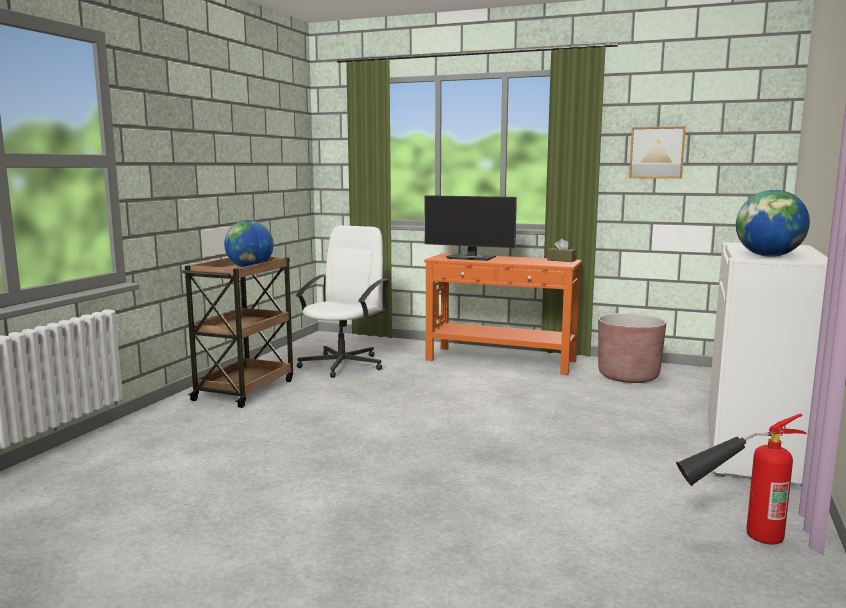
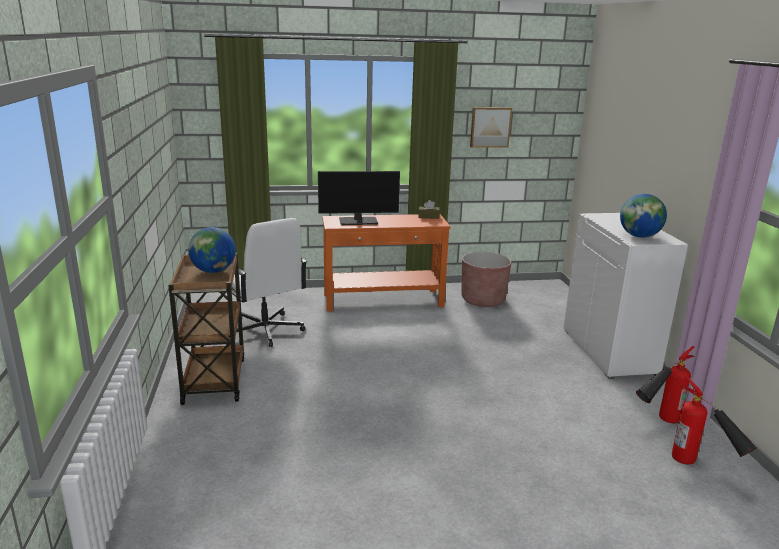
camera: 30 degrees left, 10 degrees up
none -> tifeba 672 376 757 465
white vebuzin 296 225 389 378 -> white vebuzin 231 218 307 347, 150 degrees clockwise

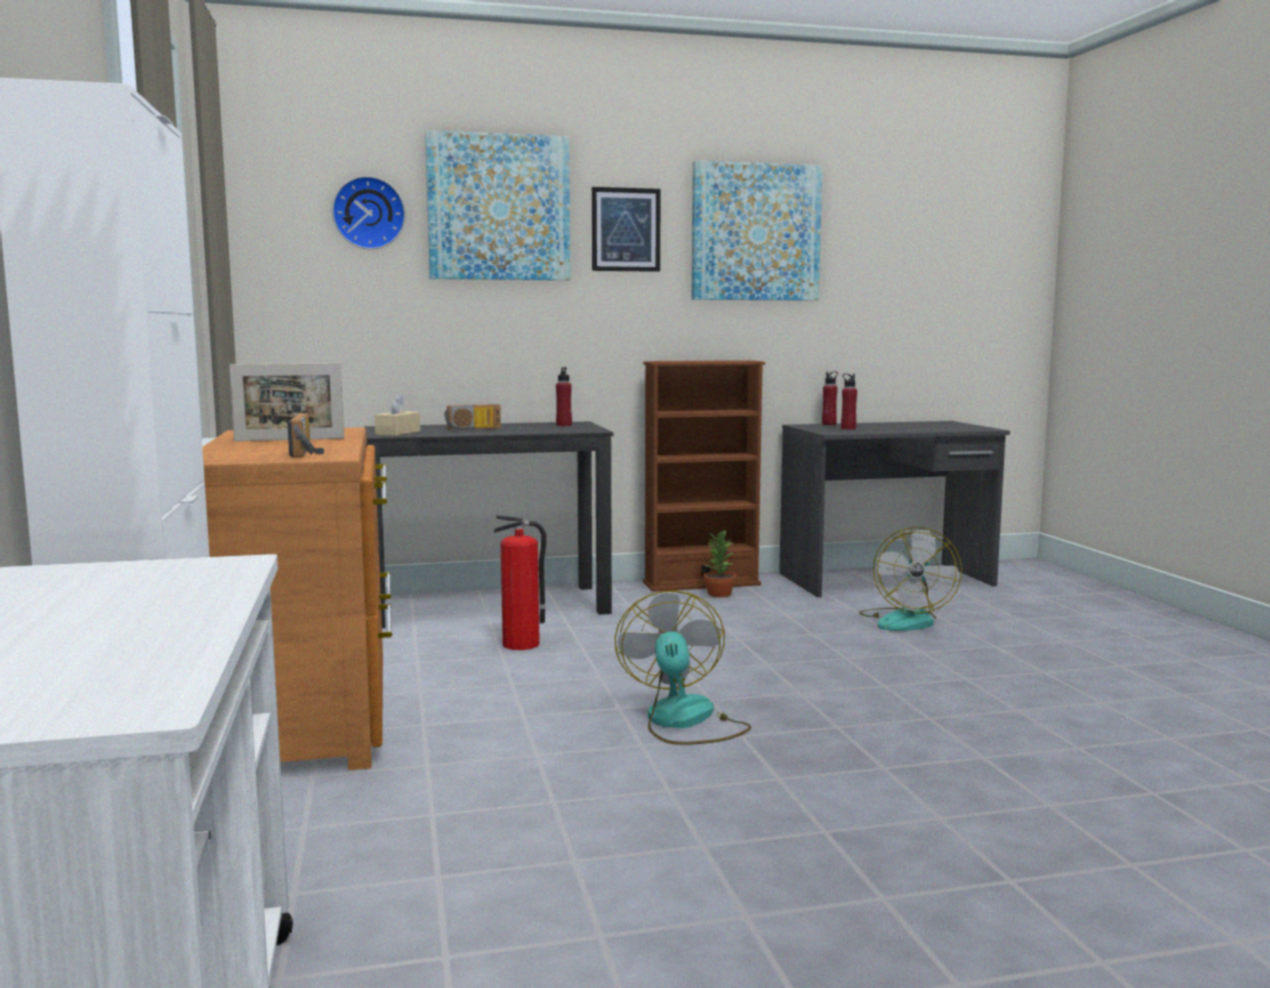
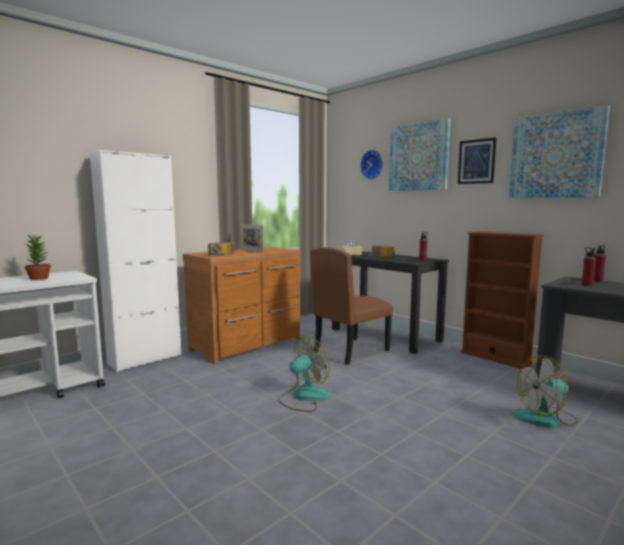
camera: 60 degrees right, 0 degrees up
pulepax 704 531 736 597 -> pulepax 24 235 51 280, shifted
tifeba 494 515 546 650 -> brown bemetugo 310 247 393 365

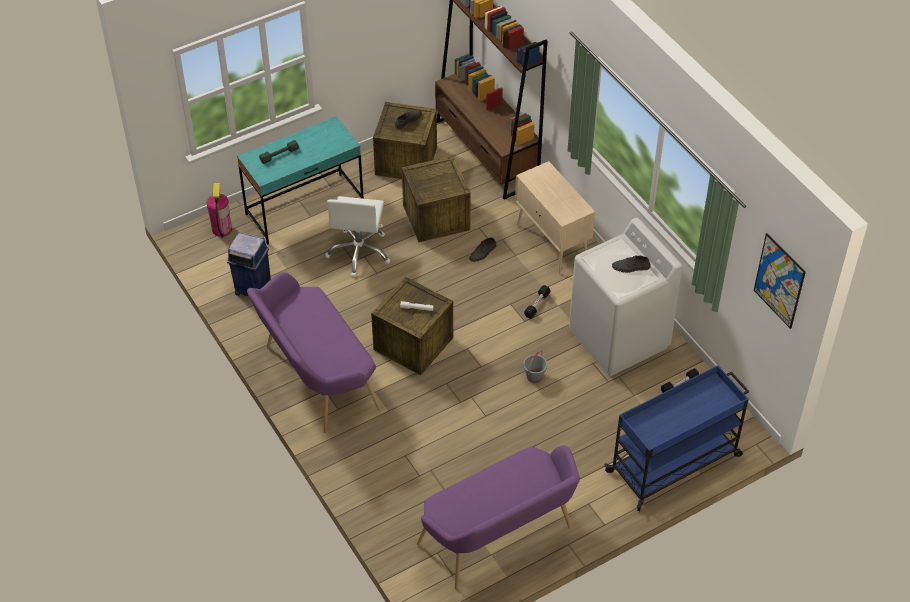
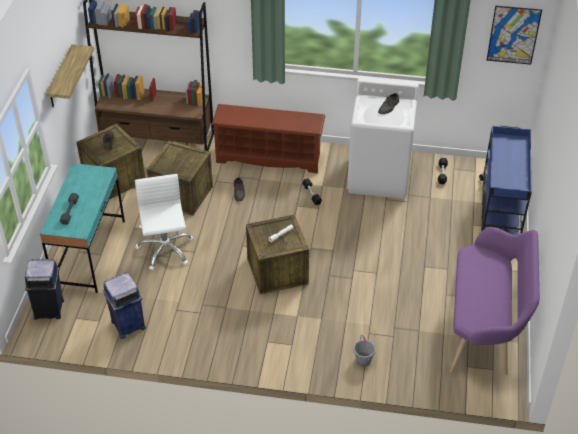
camera: 50 degrees left, 5 degrees down
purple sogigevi 247 272 381 433 -> none
none -> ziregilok 46 44 94 107
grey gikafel 523 350 547 383 -> grey gikafel 353 335 376 366, shifted
tifeba 207 183 232 238 -> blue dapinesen 25 259 64 320
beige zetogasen 515 161 595 274 -> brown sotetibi 211 104 325 174
white vebuzin 325 196 391 277 -> white vebuzin 135 174 194 270, 150 degrees counterclockwise

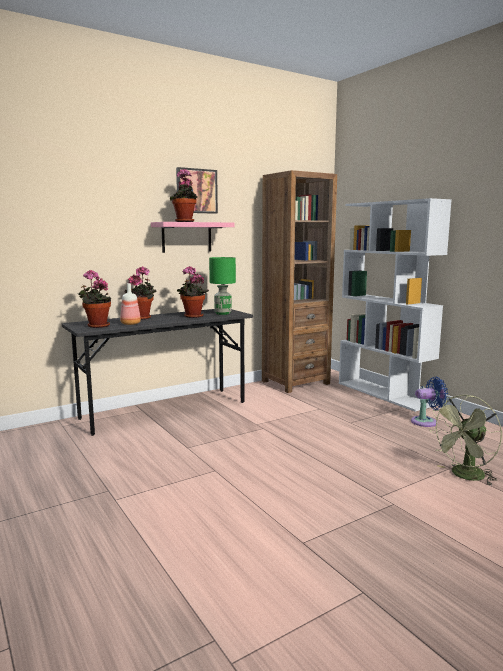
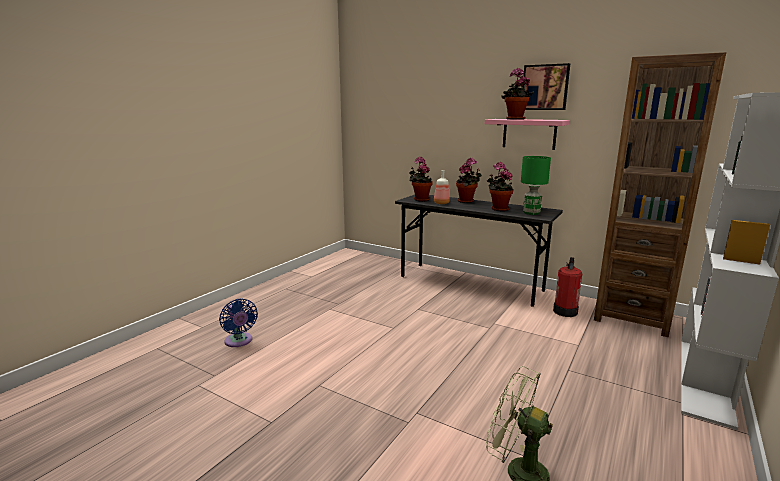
camera: 65 degrees right, 5 degrees up
none -> tifeba 553 257 582 317
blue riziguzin 411 377 448 427 -> blue riziguzin 219 299 258 347, shifted

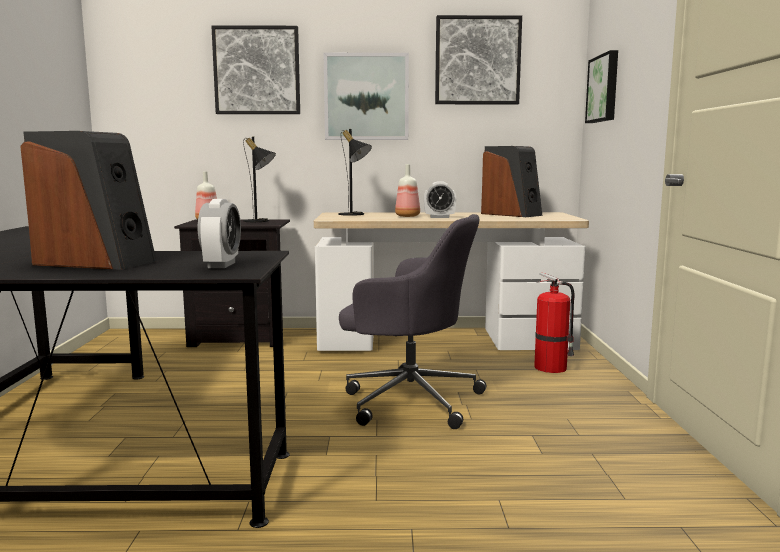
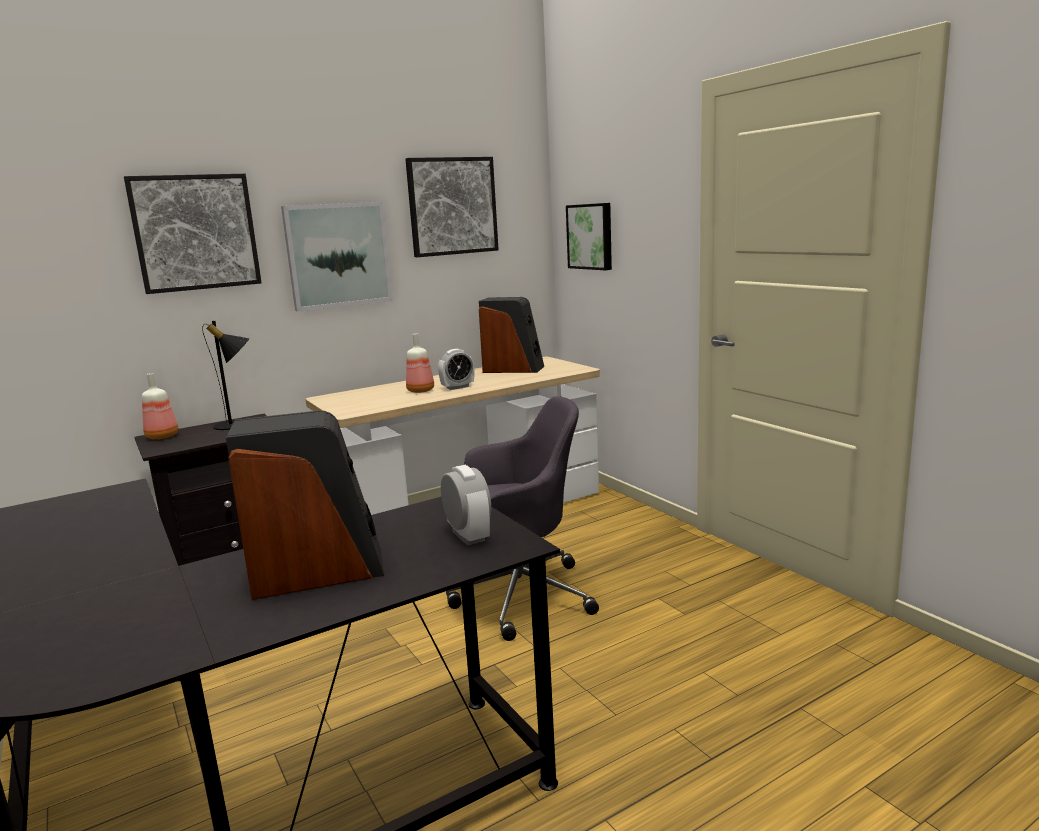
camera: 30 degrees left, 5 degrees up
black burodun 338 129 372 216 -> none
tifeba 534 273 575 373 -> none

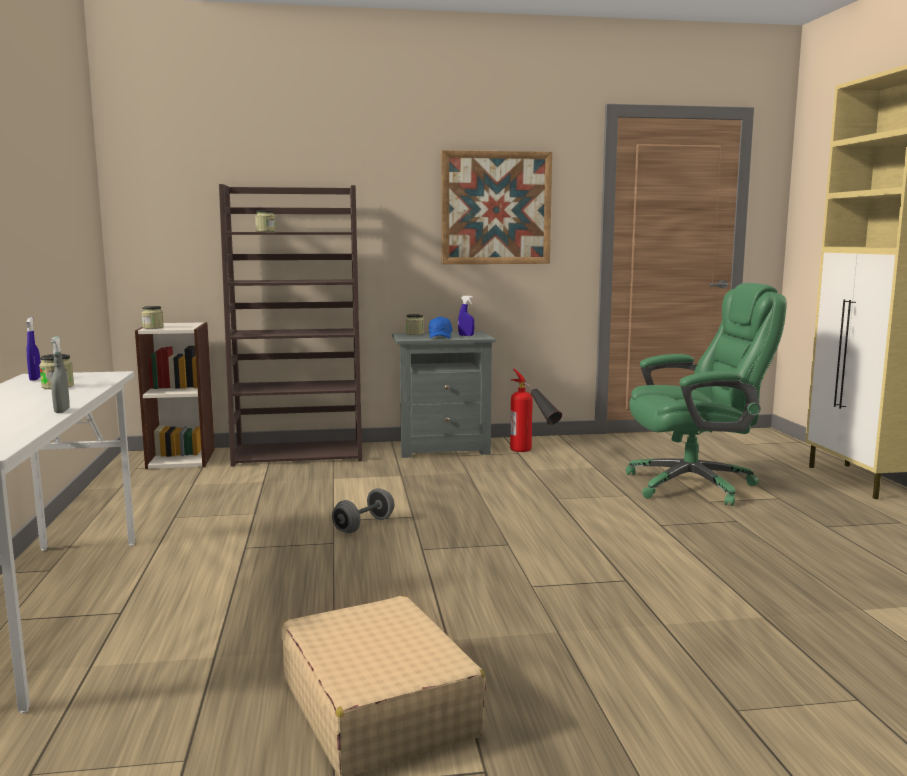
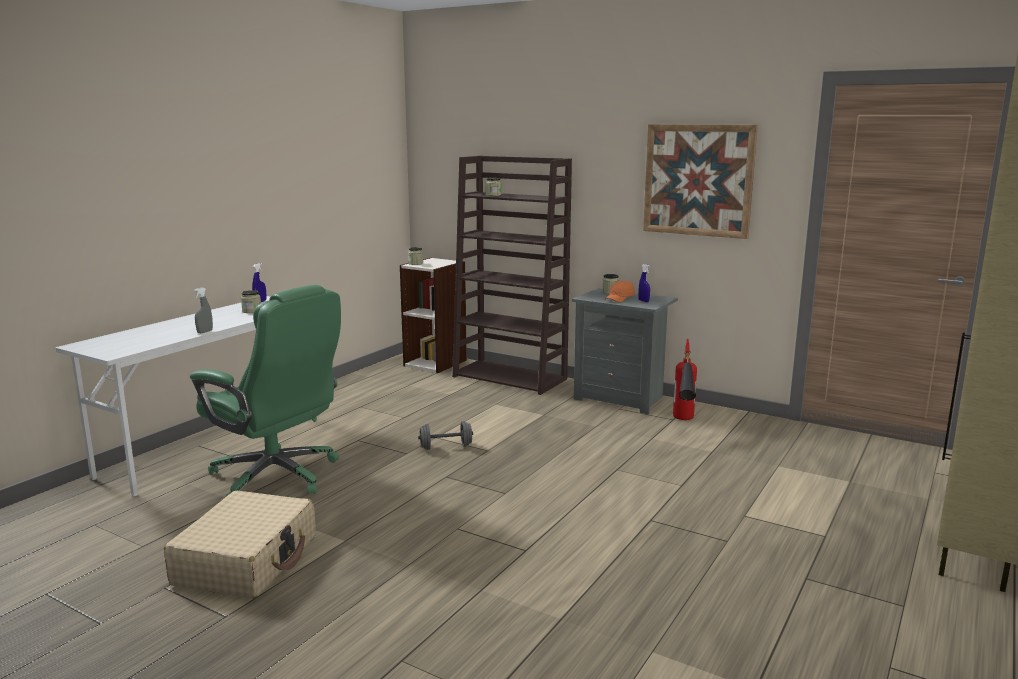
camera: 40 degrees right, 5 degrees up
green vebuzin 626 283 787 506 -> green vebuzin 190 285 341 497, shifted
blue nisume 429 317 453 338 -> orange nisume 604 280 635 302

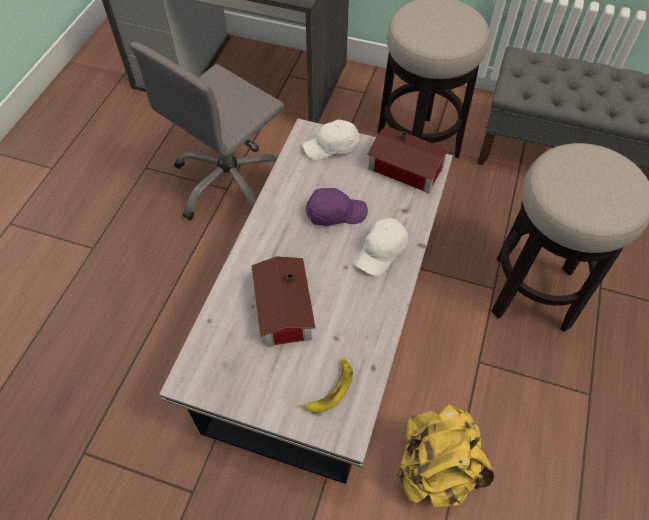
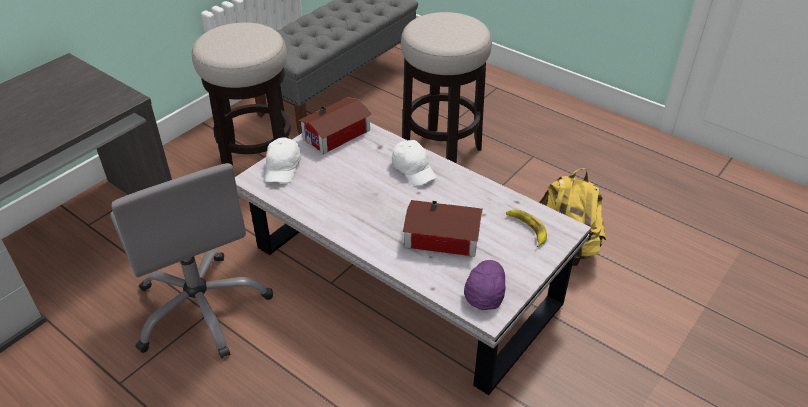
camera: 70 degrees left, 15 degrees down
purple nisume 306 188 368 226 -> purple nisume 464 260 506 310, shifted

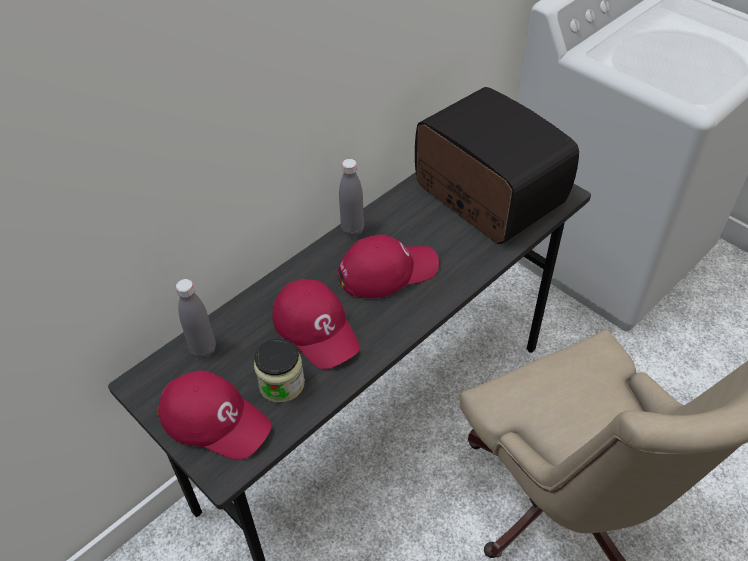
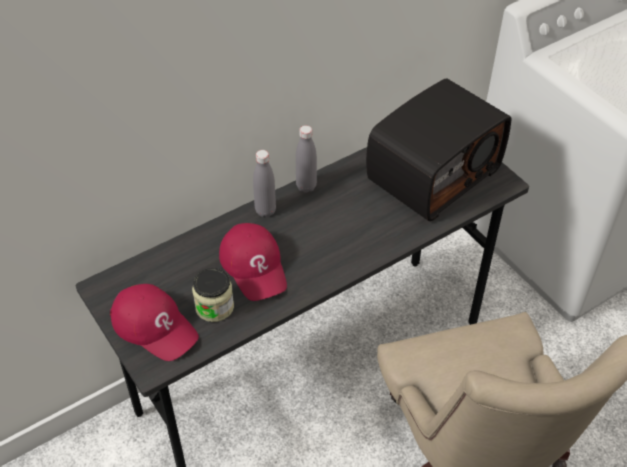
camera: 10 degrees right, 0 degrees up
red nisume 338 234 439 298 -> none
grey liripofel 176 279 216 358 -> grey liripofel 253 150 276 217, shifted
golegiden 415 87 579 244 -> golegiden 366 78 511 221, 75 degrees clockwise

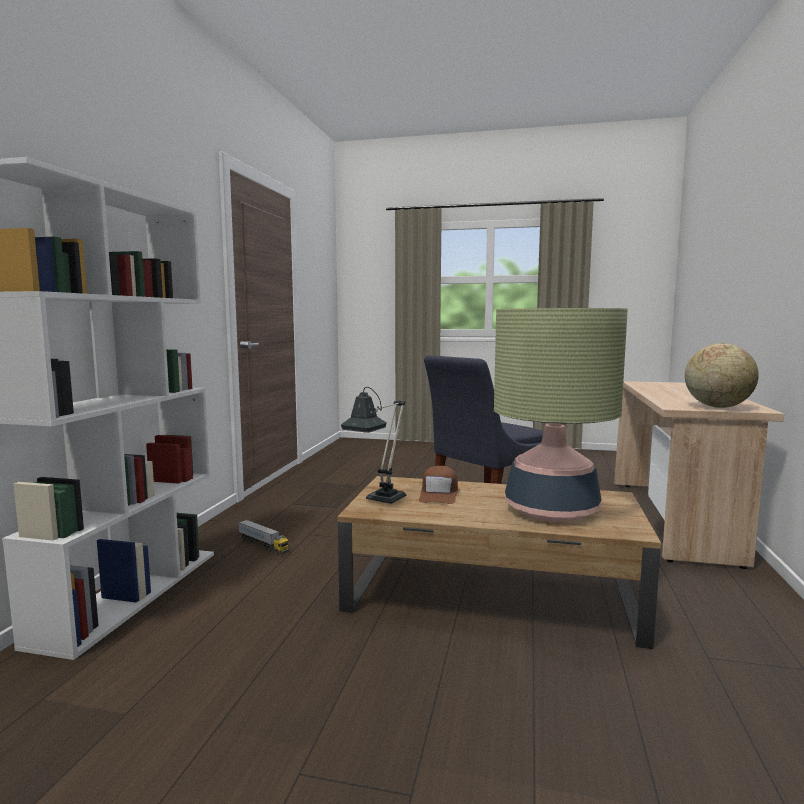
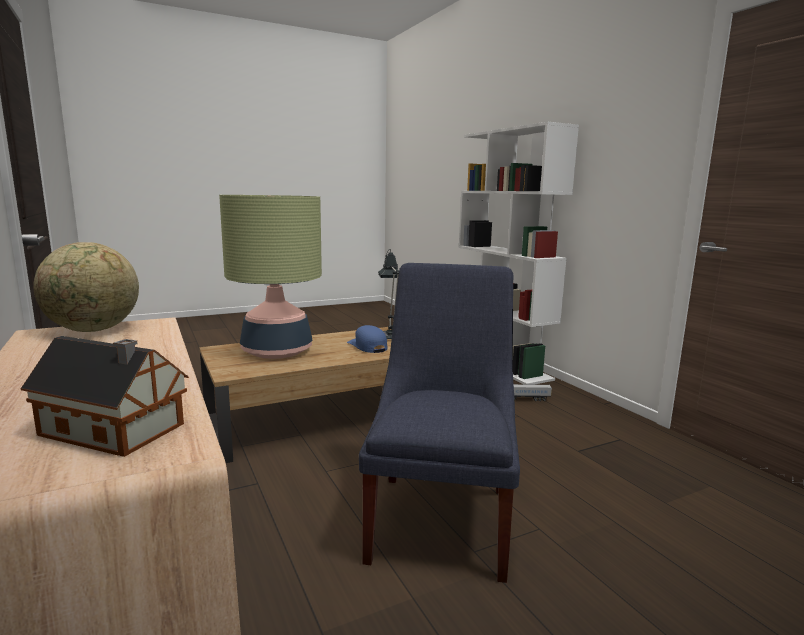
camera: 140 degrees right, 5 degrees up
none -> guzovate 21 336 189 457
brown nisume 419 466 458 504 -> blue nisume 347 325 387 353

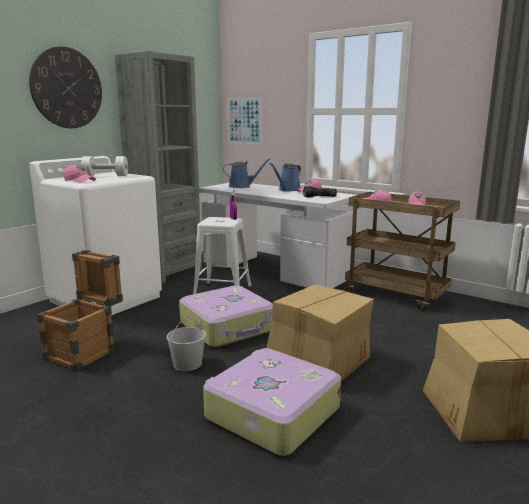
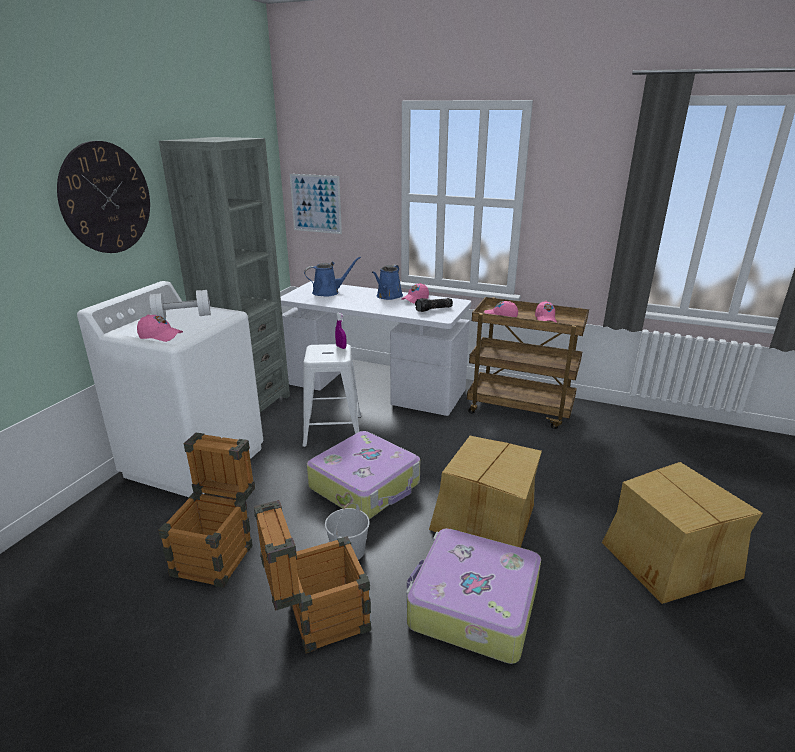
camera: 15 degrees left, 10 degrees up
none -> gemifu 254 500 371 653

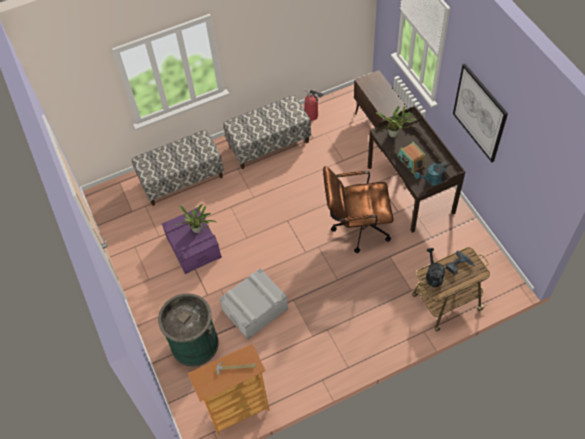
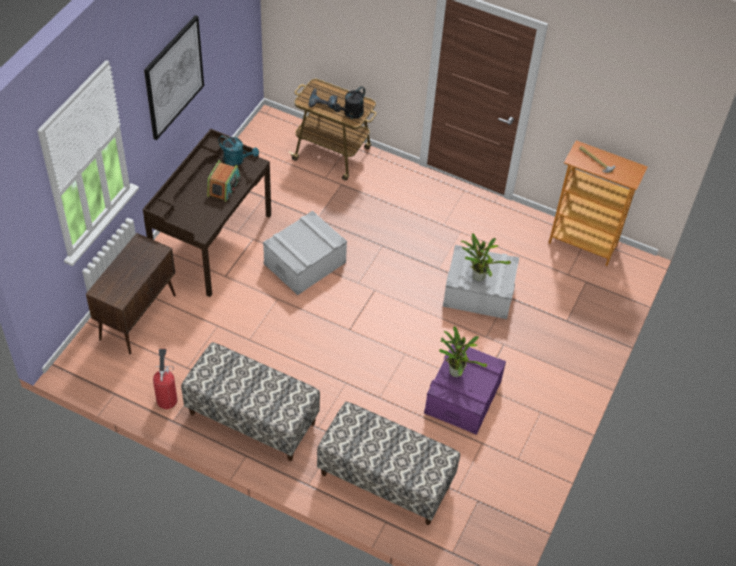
camera: 135 degrees left, 5 degrees down
green dapinesen 158 293 219 367 -> none
pulepax 376 106 418 138 -> pulepax 461 233 511 281, shifted
brown vebuzin 323 166 393 253 -> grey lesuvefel 263 210 347 295

